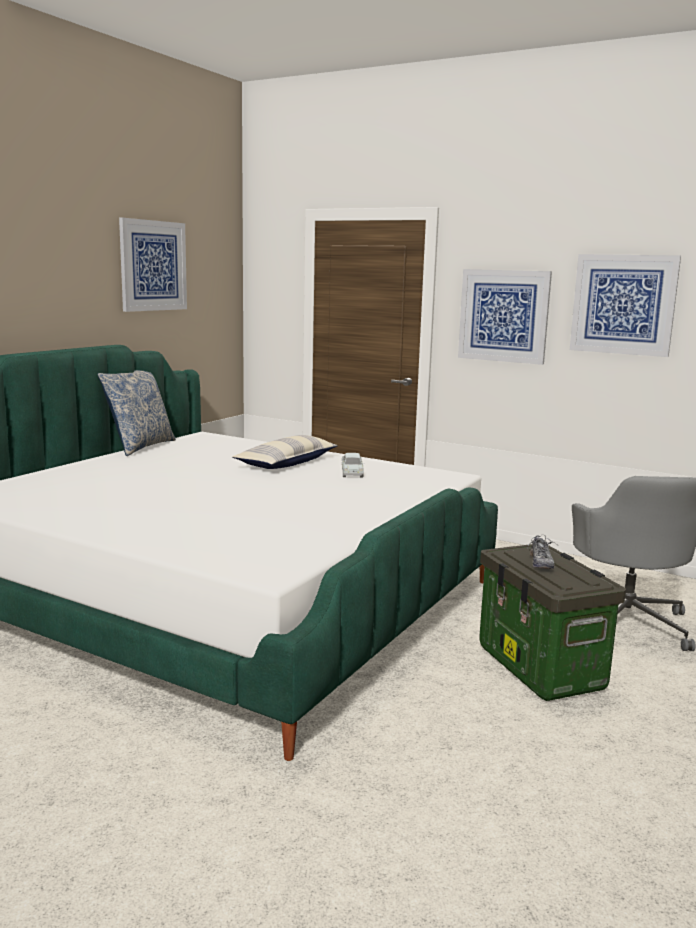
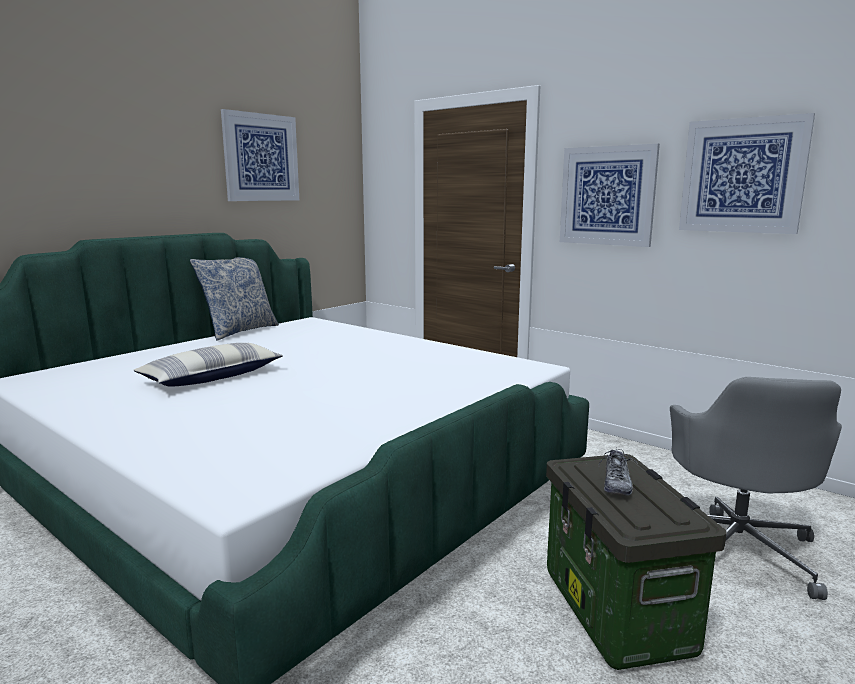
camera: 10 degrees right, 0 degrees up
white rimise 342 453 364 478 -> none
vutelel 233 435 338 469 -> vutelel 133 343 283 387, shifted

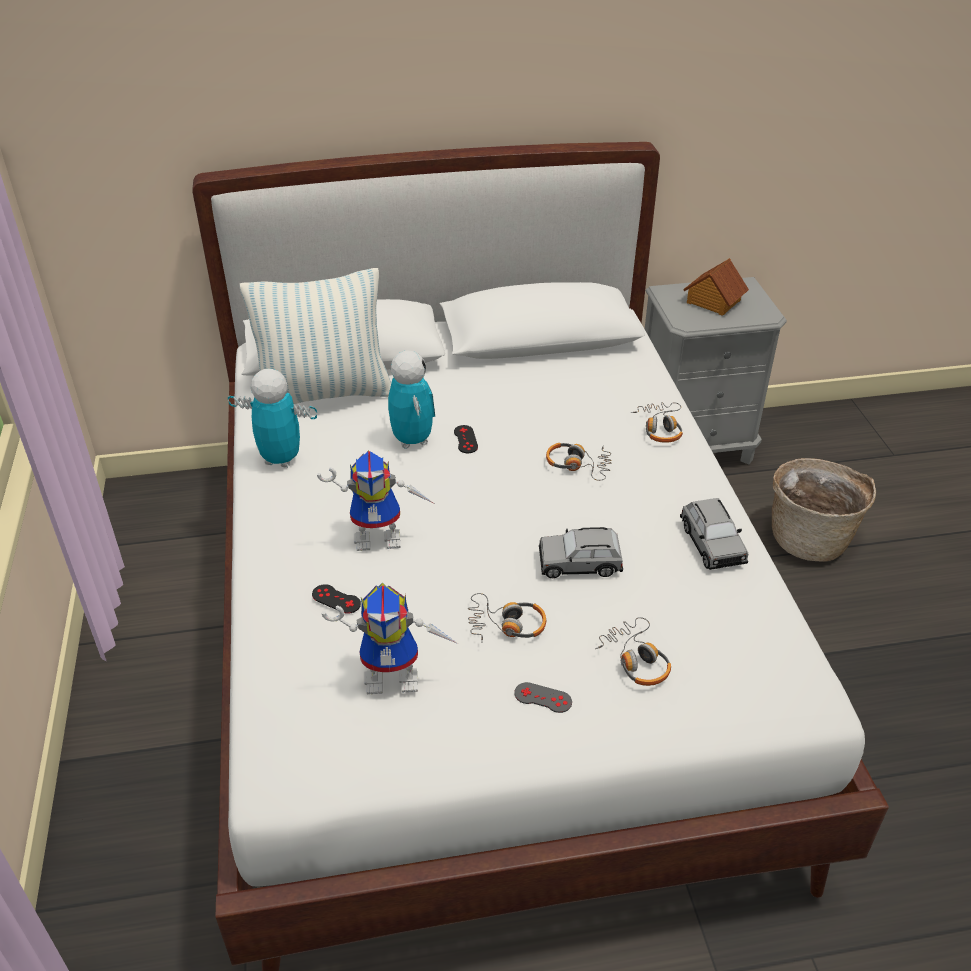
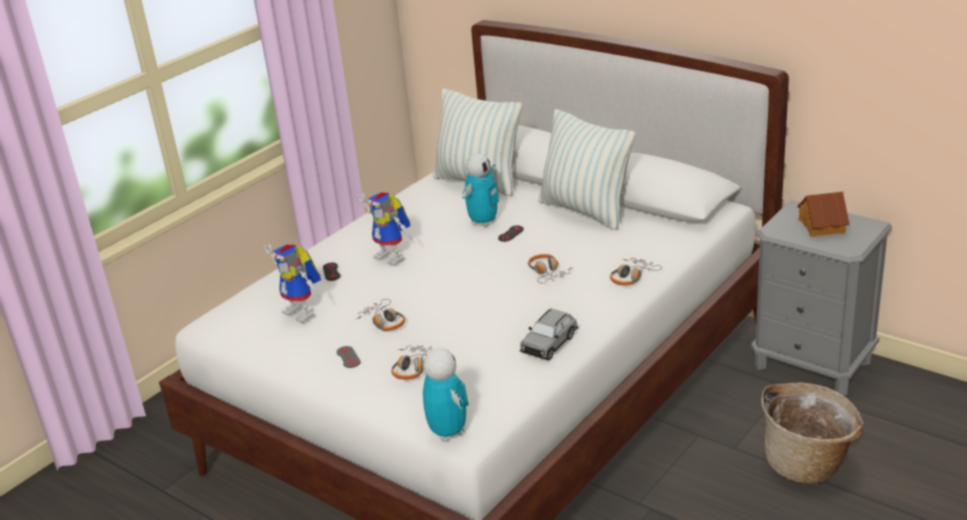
camera: 50 degrees right, 10 degrees down
grey rimise 539 527 623 578 -> none
none -> vutelel 538 109 636 230
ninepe 228 369 317 468 -> ninepe 421 348 468 442, shifted

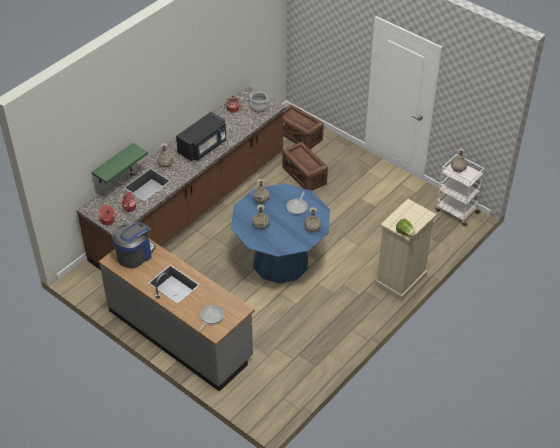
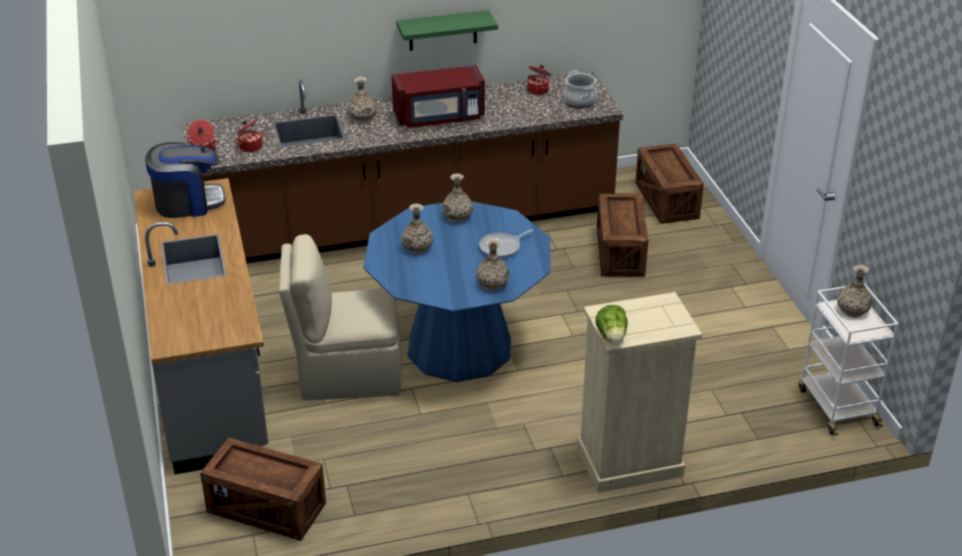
camera: 35 degrees right, 10 degrees down
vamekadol 199 305 224 331 -> none
none -> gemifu 200 437 326 541
none -> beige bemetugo 279 234 402 401
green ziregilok 92 143 148 184 -> green ziregilok 396 10 498 51, shifted
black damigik 176 112 226 162 -> red damigik 392 65 485 128

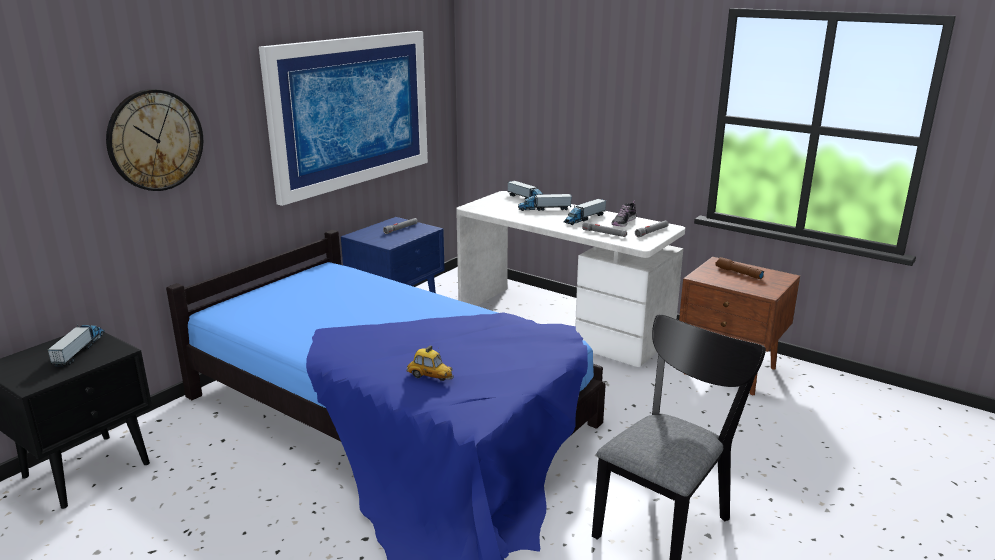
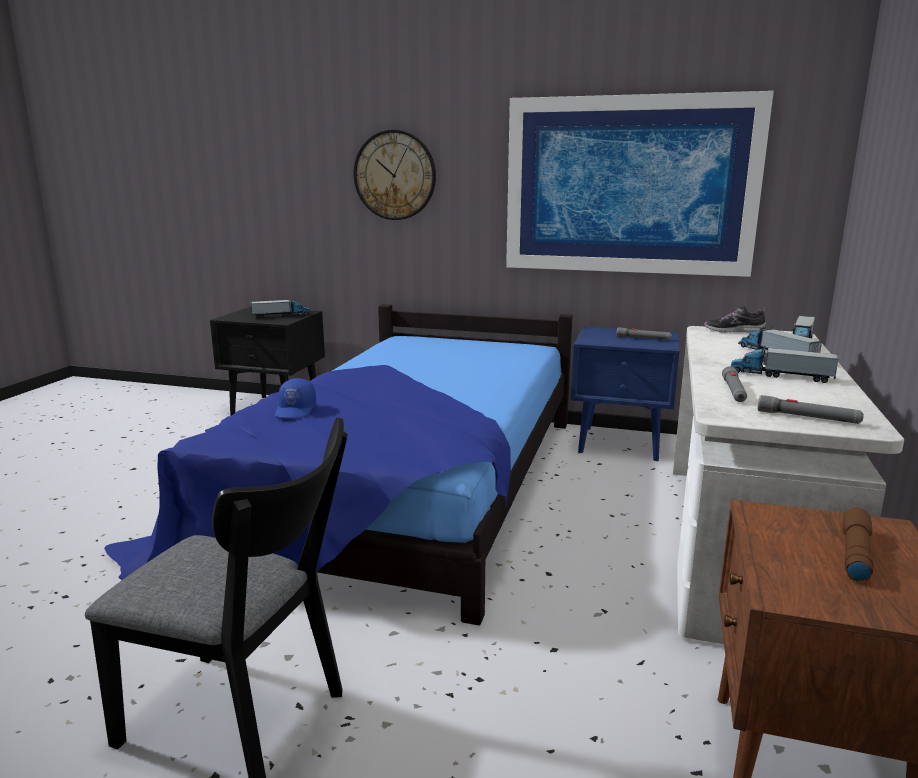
camera: 70 degrees right, 5 degrees down
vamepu 611 200 637 227 -> vamepu 705 306 766 333, shifted
rimise 407 345 454 381 -> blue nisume 275 378 316 418

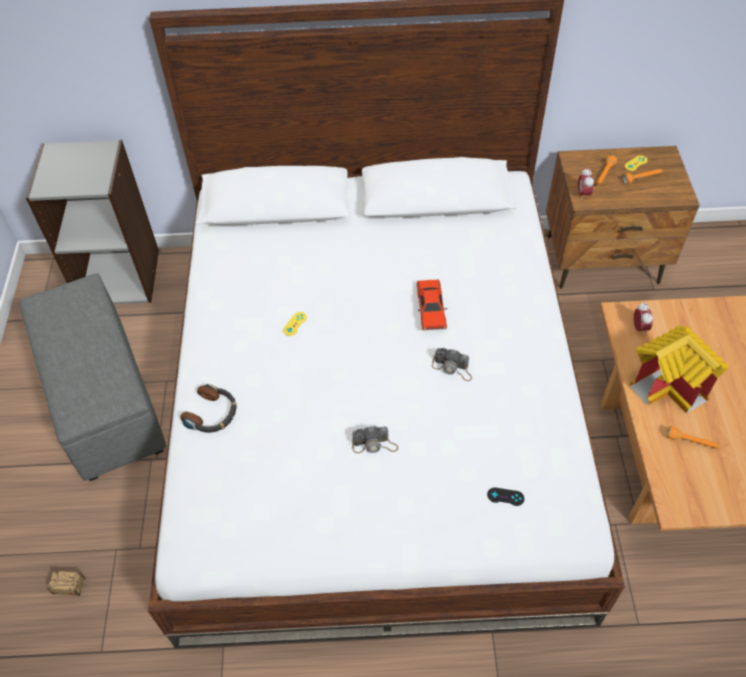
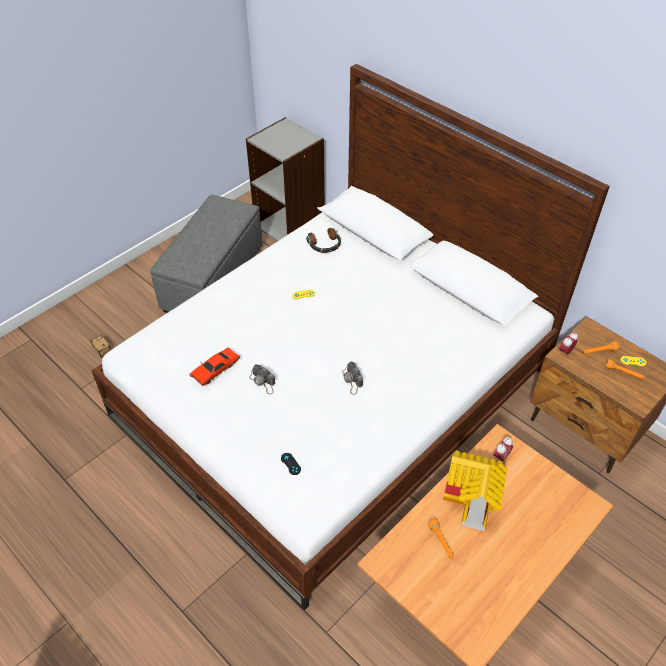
camera: 45 degrees right, 5 degrees down
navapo 180 384 237 433 -> navapo 306 228 341 253, shifted
red rimise 417 279 447 331 -> red rimise 189 347 240 386, shifted

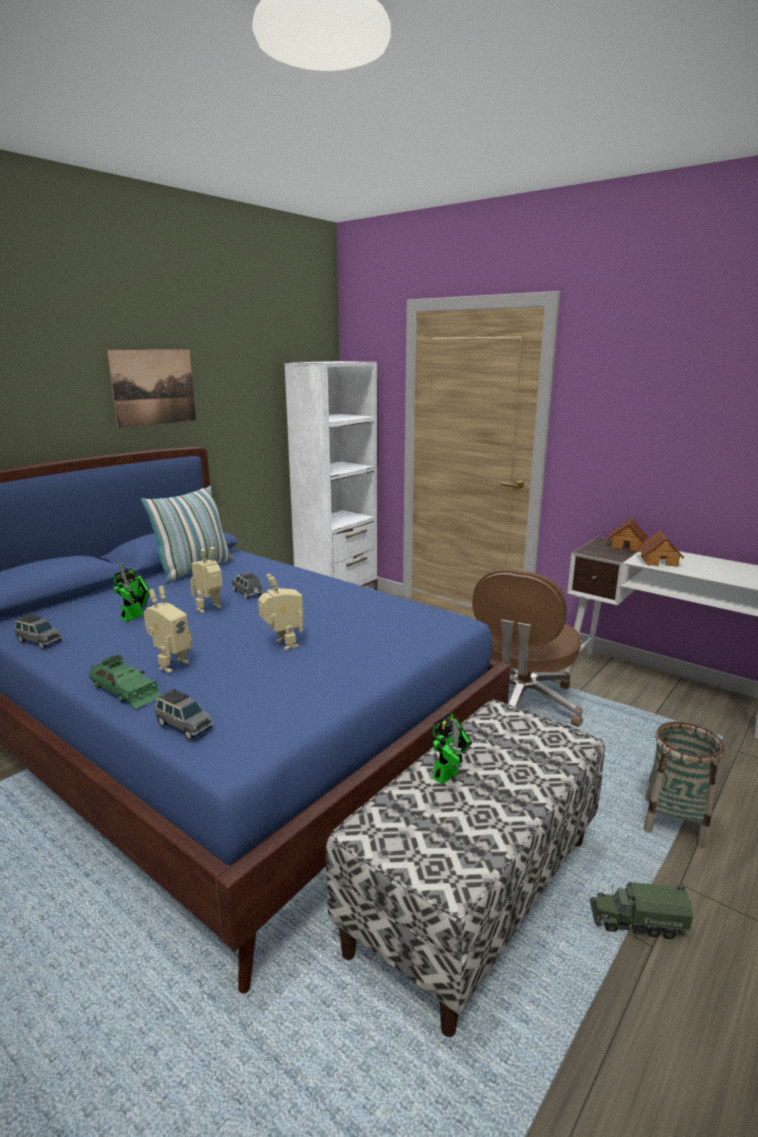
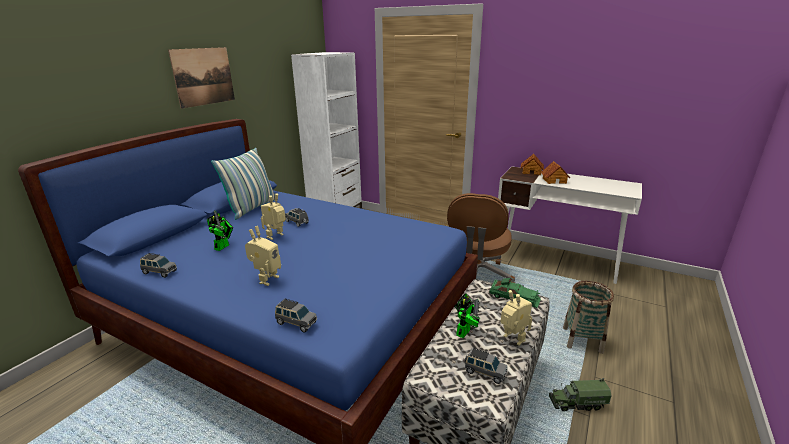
camera: 10 degrees left, 5 degrees up
none -> grey rimise 465 348 507 384
green rimise 89 655 161 709 -> green rimise 489 278 541 308, shifted
ninepe 258 574 304 650 -> ninepe 500 290 532 346, shifted

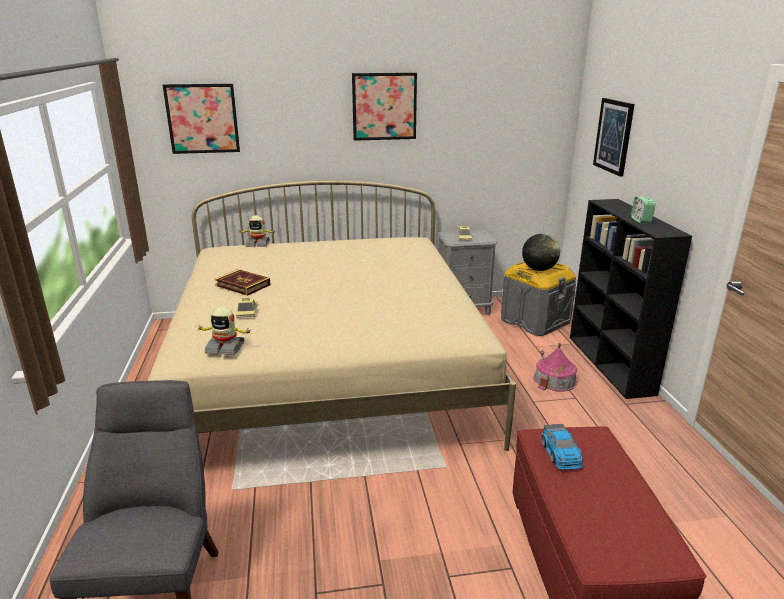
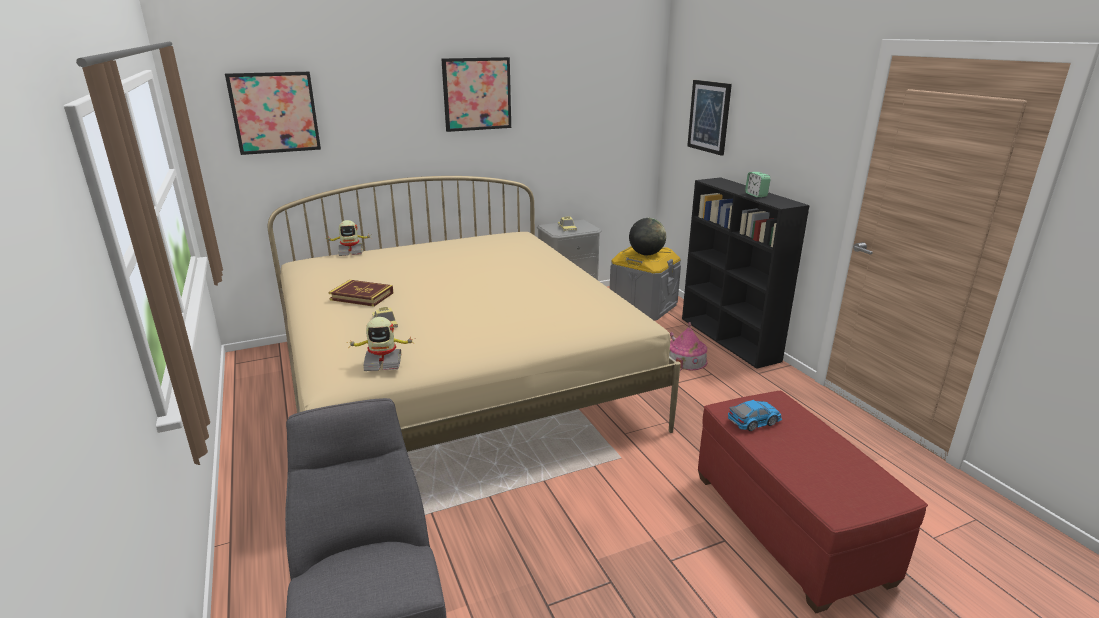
camera: 15 degrees left, 0 degrees up
rimise 541 424 583 470 -> rimise 728 400 782 431, 90 degrees counterclockwise

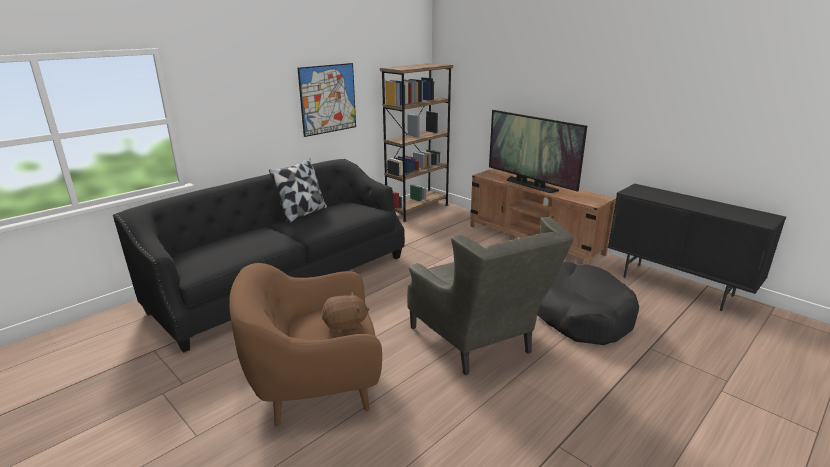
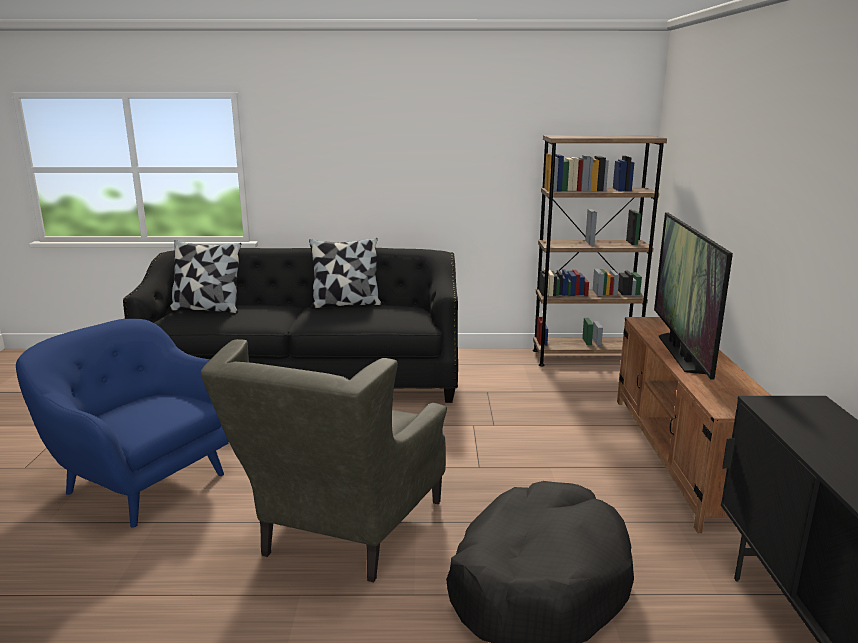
camera: 45 degrees right, 5 degrees down
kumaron 298 63 356 137 -> none
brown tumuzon 322 292 369 335 -> none
none -> vutelel 169 240 241 313
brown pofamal 229 263 382 426 -> blue pofamal 16 319 229 528

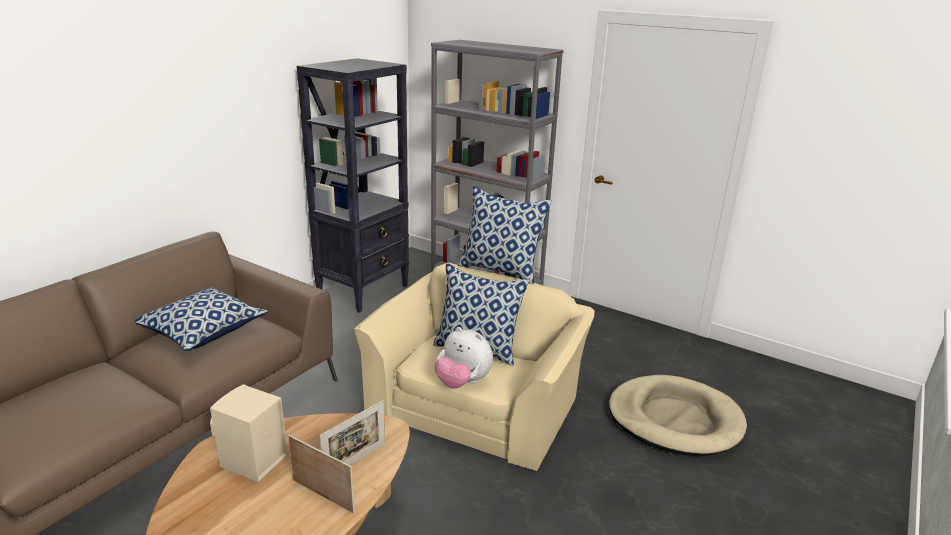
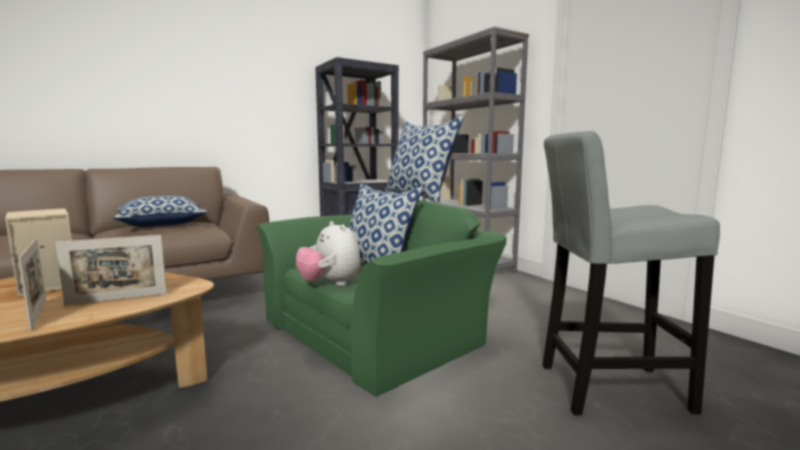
camera: 25 degrees right, 15 degrees down
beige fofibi 609 375 747 456 -> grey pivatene 543 131 720 415
beige pofamal 354 262 594 471 -> green pofamal 257 200 507 397

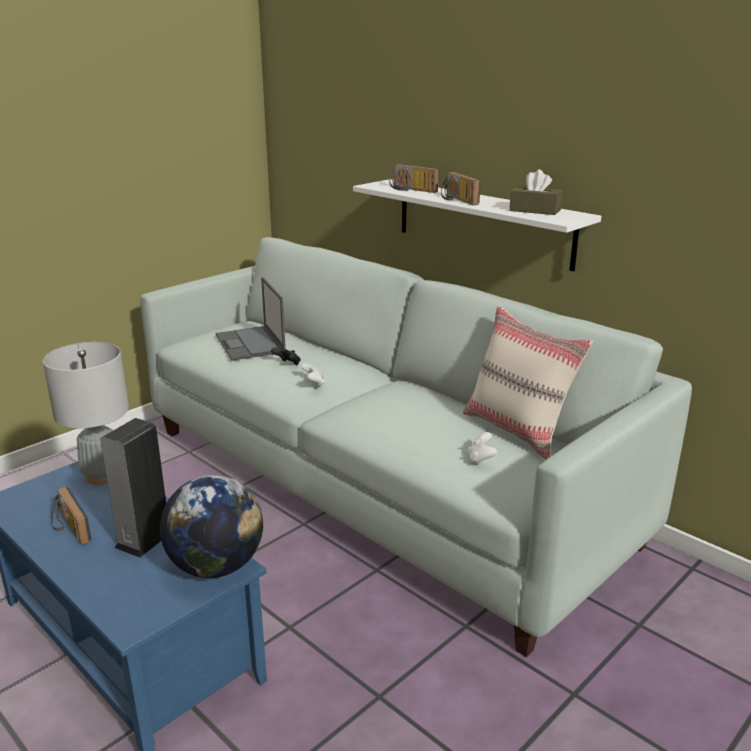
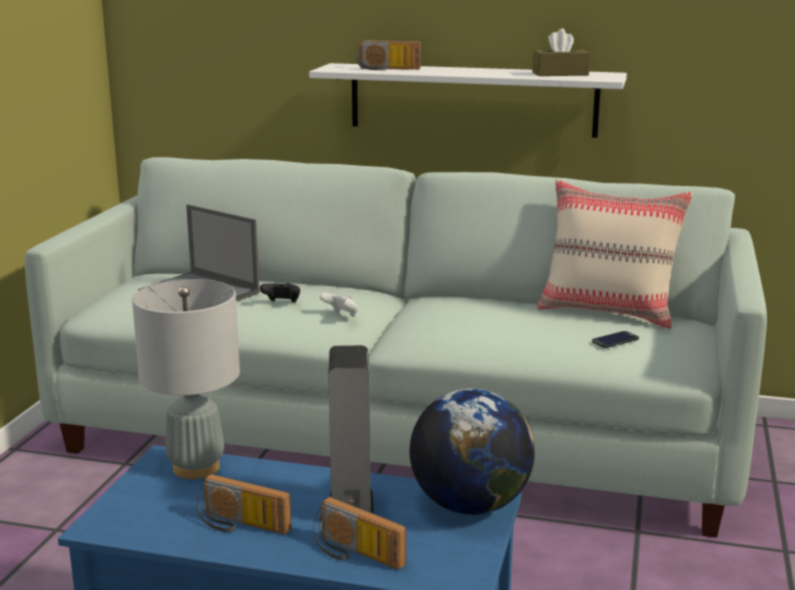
camera: 30 degrees left, 5 degrees down
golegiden 441 172 480 205 -> golegiden 313 497 406 570, shifted
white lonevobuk 468 432 497 465 -> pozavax 592 331 639 348

